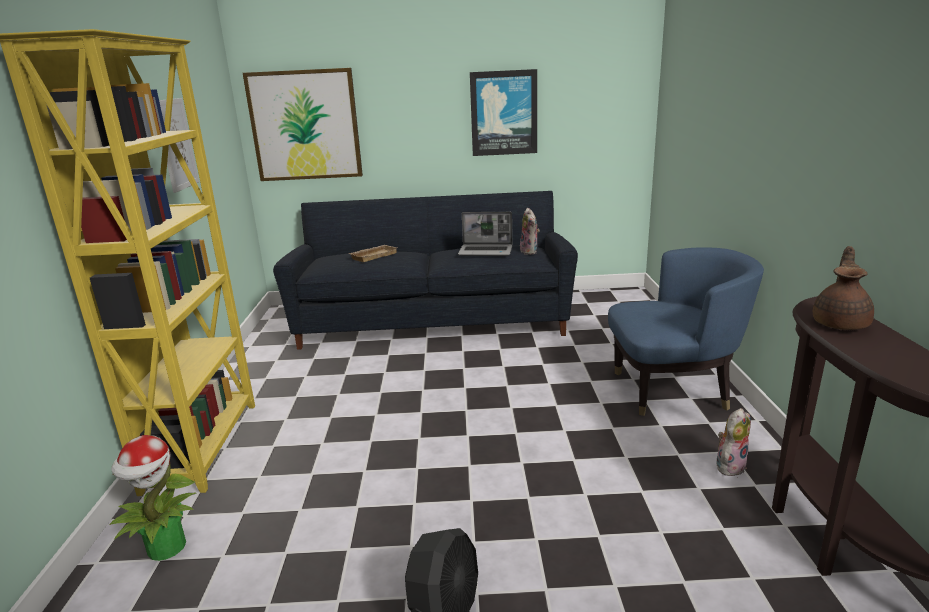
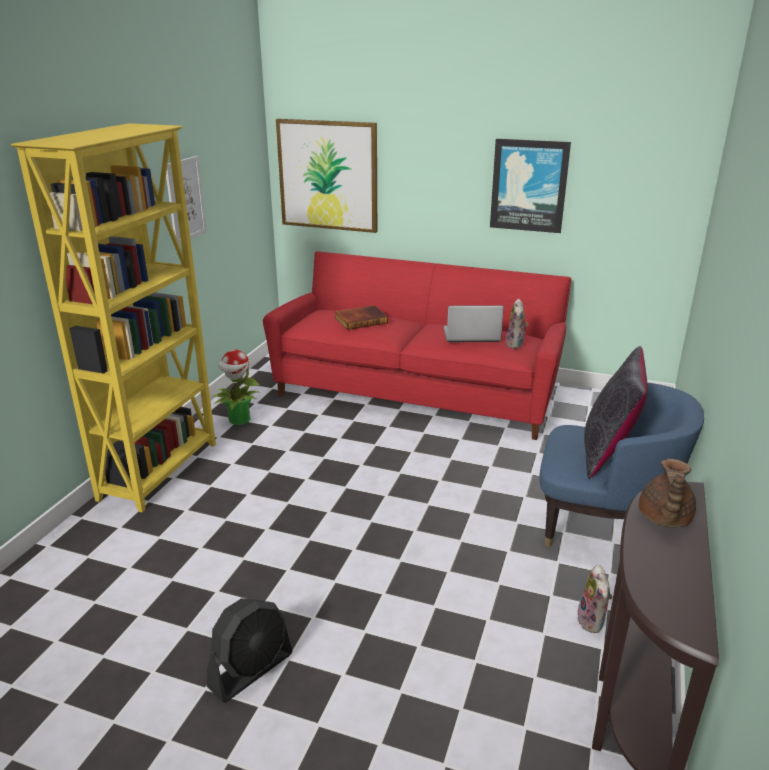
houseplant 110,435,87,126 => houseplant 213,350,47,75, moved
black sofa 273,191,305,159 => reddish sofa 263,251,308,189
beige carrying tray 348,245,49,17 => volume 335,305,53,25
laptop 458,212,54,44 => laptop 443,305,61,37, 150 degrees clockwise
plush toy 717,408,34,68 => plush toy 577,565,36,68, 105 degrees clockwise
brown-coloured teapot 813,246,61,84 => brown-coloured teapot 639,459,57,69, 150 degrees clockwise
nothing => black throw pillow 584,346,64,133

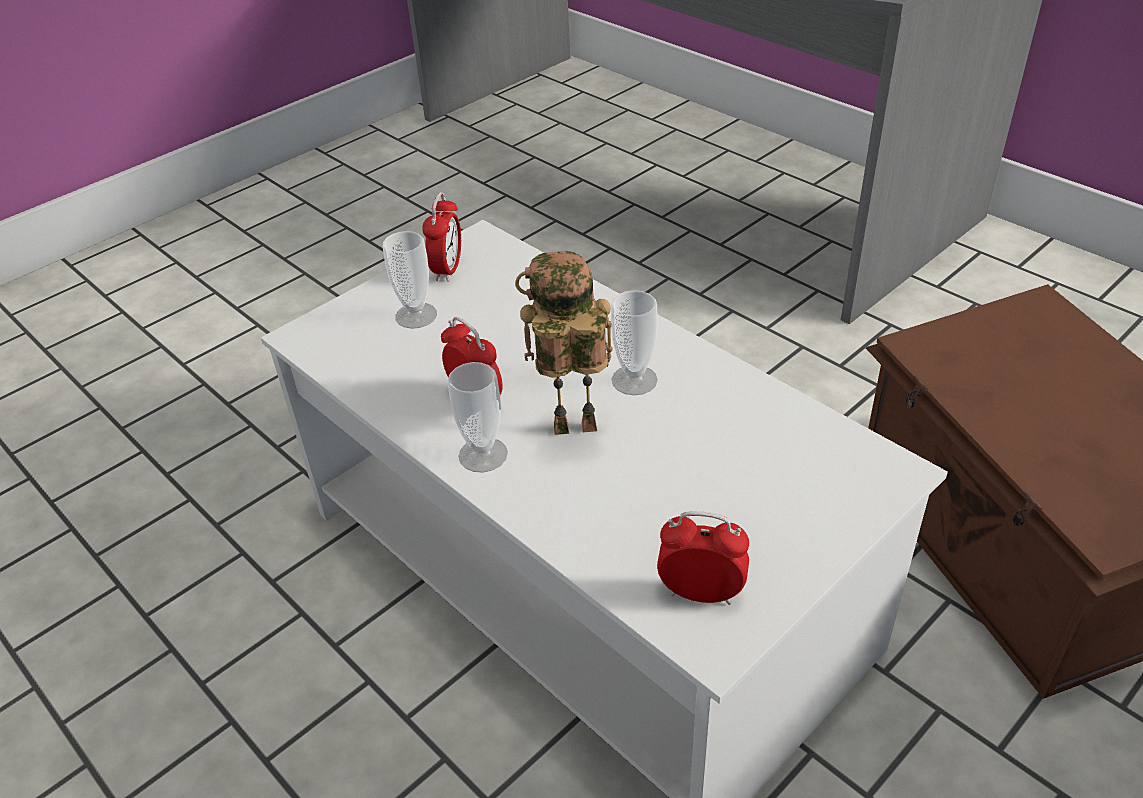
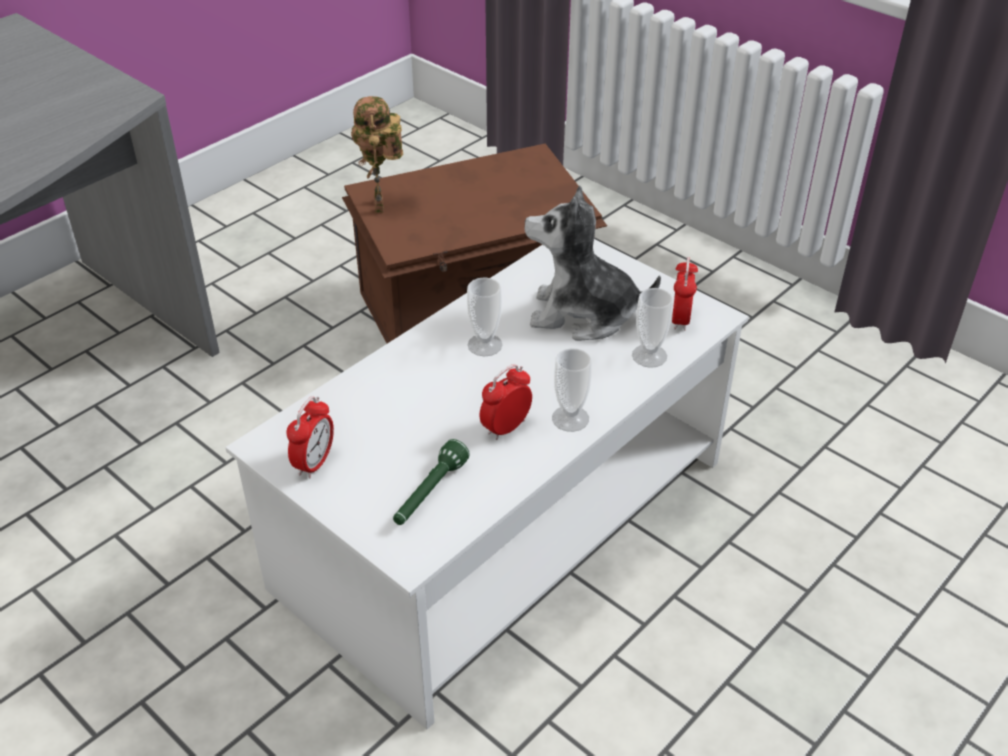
small cup 383,231,54,98 => small cup 632,288,41,80, moved
alarm clock 422,192,39,90 => alarm clock 286,396,48,82, 105 degrees clockwise
model robot 515,251,98,184 => model robot 351,96,52,117, moved
nothing => green-coloured torch 393,439,77,86
nothing => plush toy 524,186,137,155

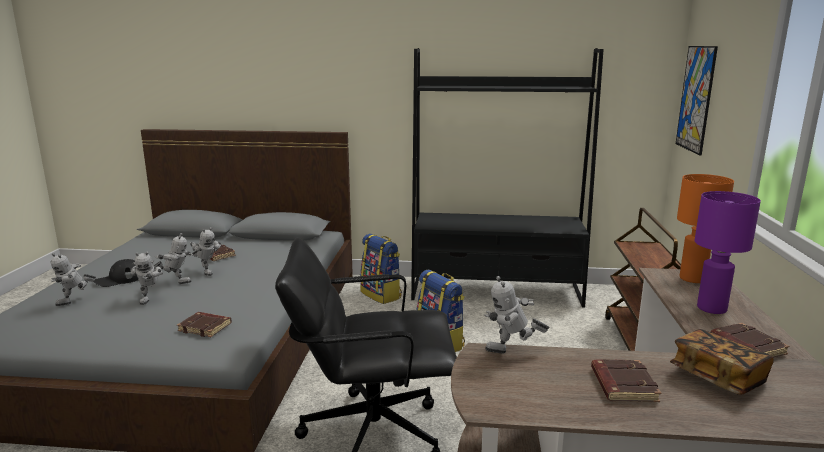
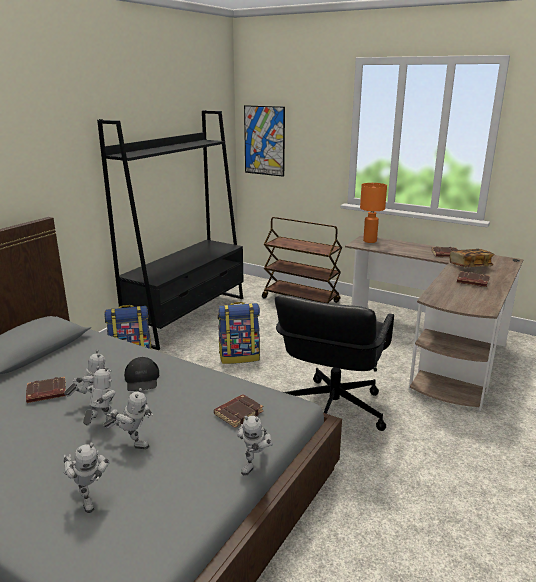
black cap 94,259,44,28 => black cap 124,357,35,34, moved
model robot 484,276,65,78 => model robot 237,416,36,60, moved
purple tabletop lamp 695,191,66,123 => nothing

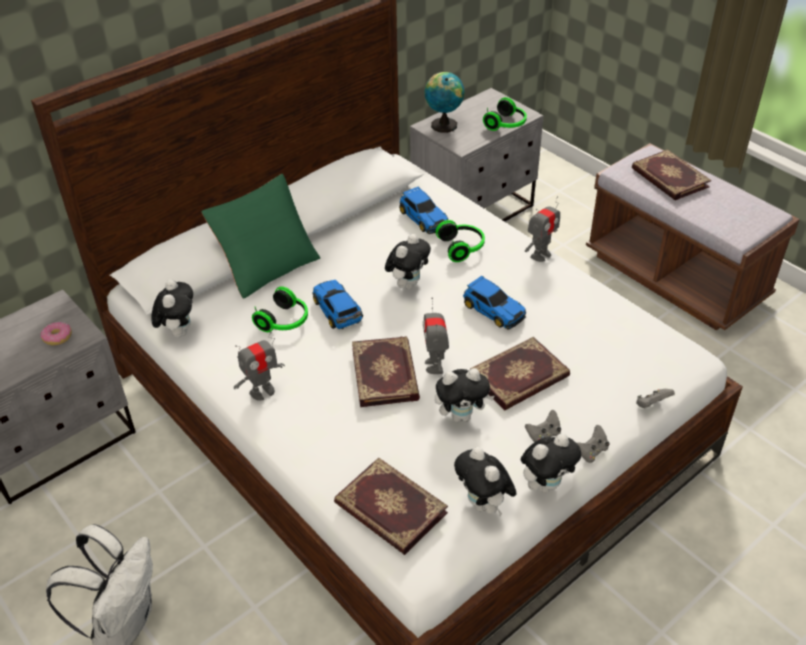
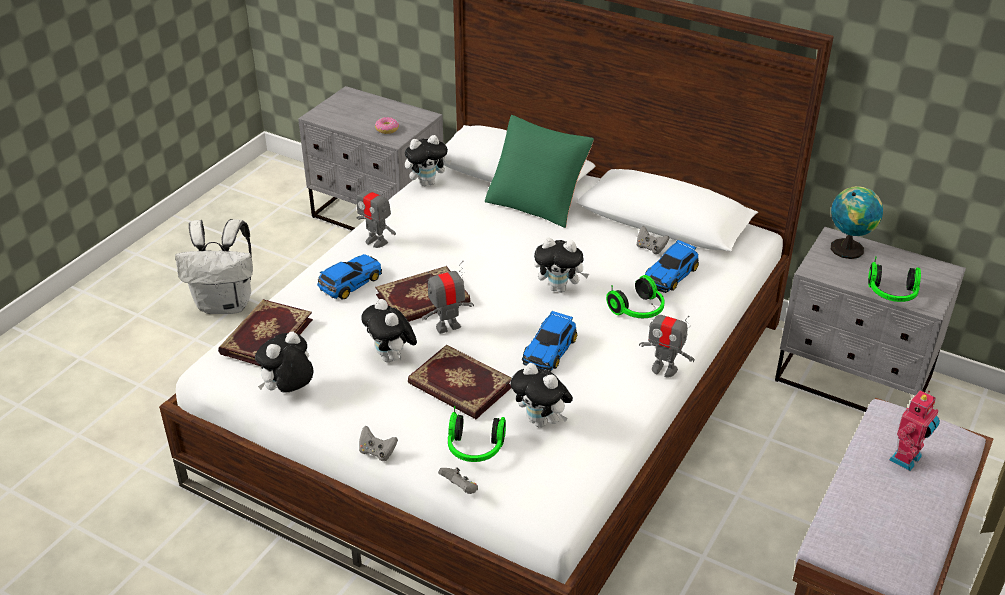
headset 252,286,56,46 => headset 448,406,58,56, moved
model car 312,280,51,49 => model car 317,254,65,45, moved
plush toy 521,433,60,60 => plush toy 510,363,63,65, moved
greyish joypad 525,410,36,33 => greyish joypad 637,226,32,28, moved
volume 632,149,79,51 => model robot 889,390,51,81

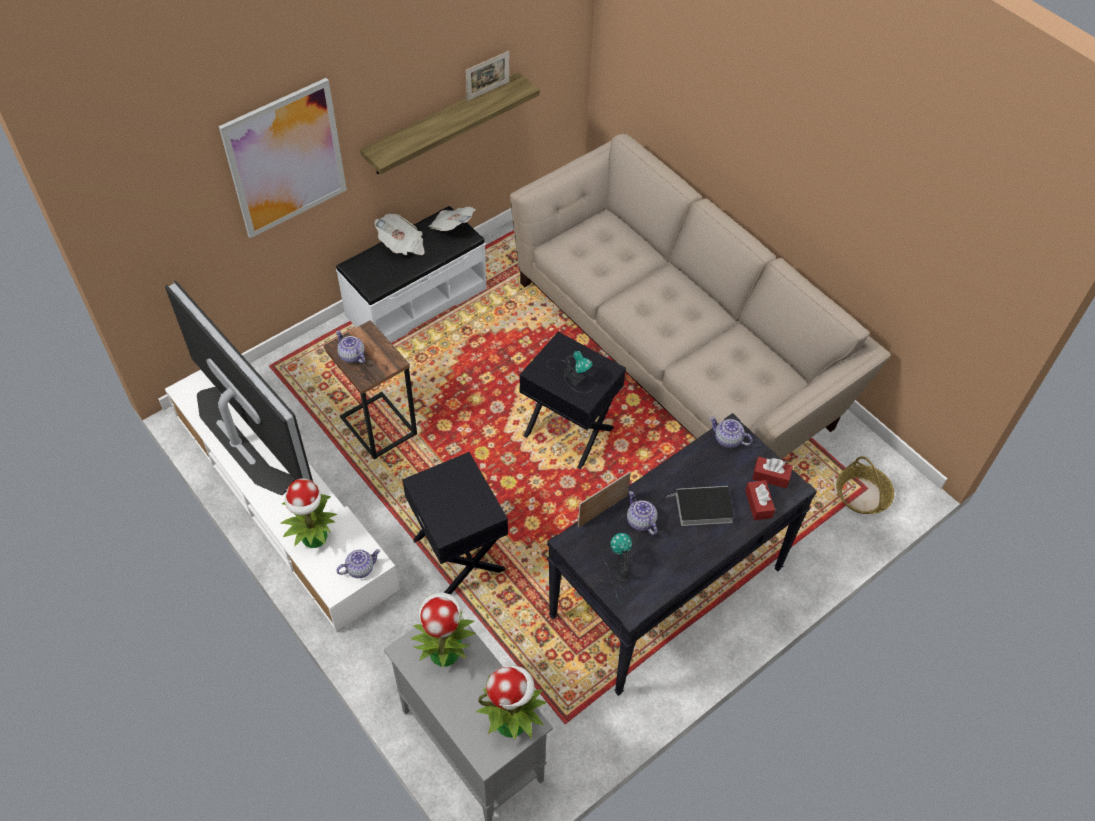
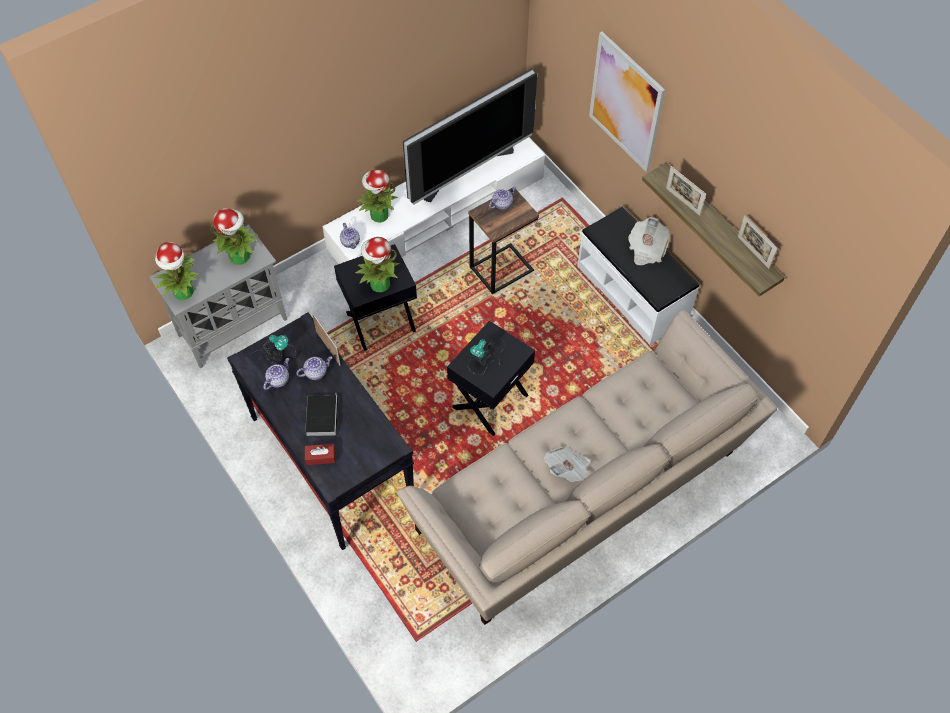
printed paper 428,206,48,25 => printed paper 544,447,47,35, moved
teapot 710,417,43,31 => teapot 264,358,25,32, moved
reddish box of tissues 752,457,41,31 => nothing
household basket 836,456,58,58 => nothing
nothing => houseplant 356,237,44,55
nothing => photo frame 666,166,40,50

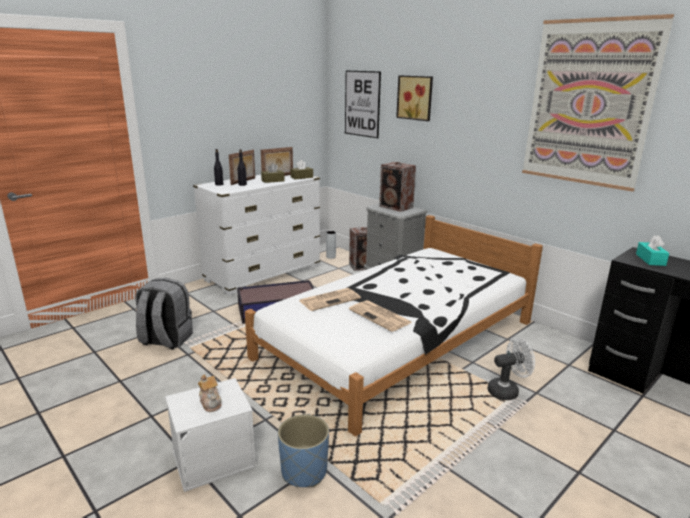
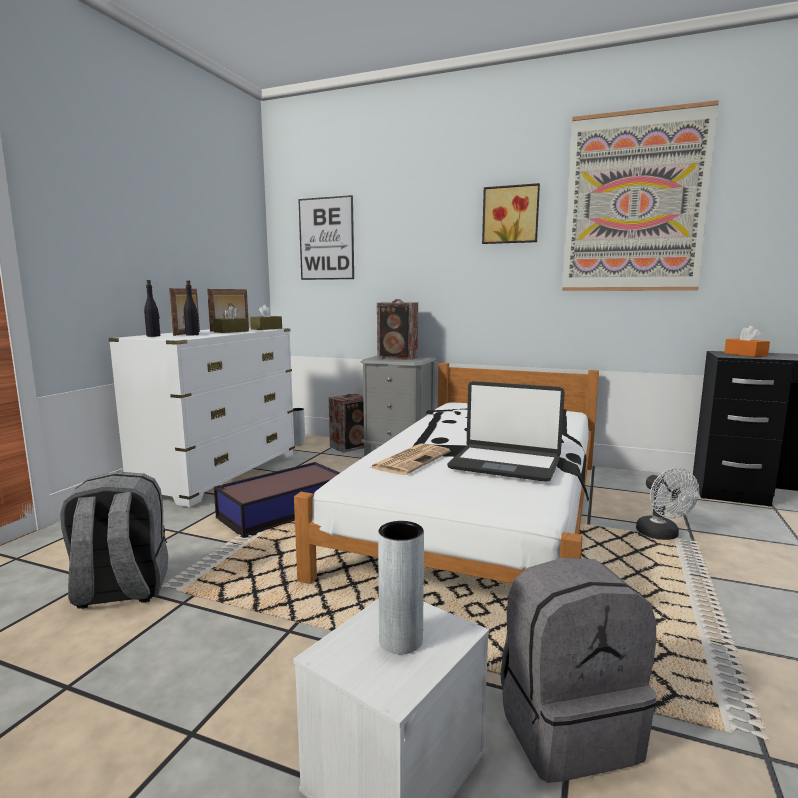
teapot 198,375,24,37 => greyish vase 378,521,46,133
bluish planter 278,414,51,73 => greyish rucksack 500,558,156,225
printed paper 349,300,63,32 => laptop 447,381,118,101
picture 396,75,37,46 => picture 482,183,58,61, moved
white-coloured cooling fan 488,338,47,62 => white-coloured cooling fan 636,468,63,72, 120 degrees clockwise
turquoise box of tissues 636,235,33,31 => orange box of tissues 724,326,46,31

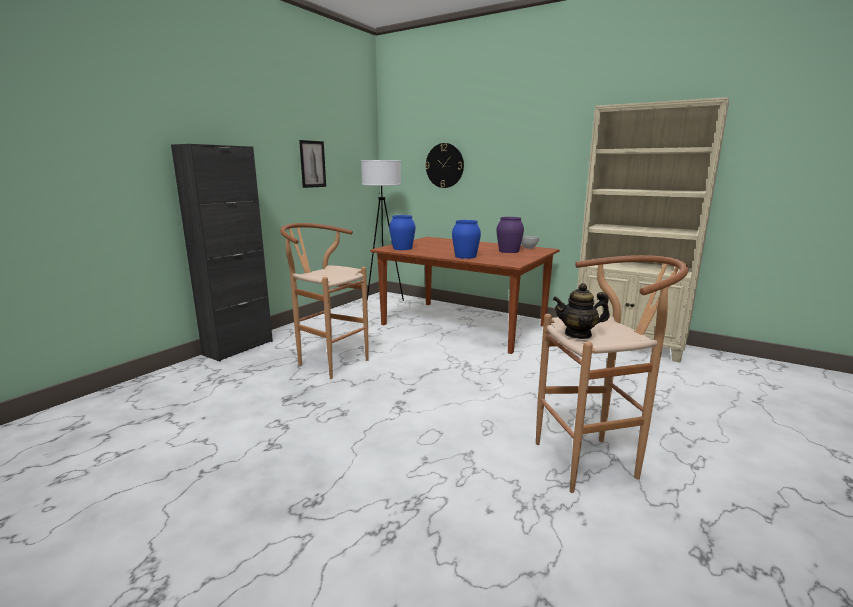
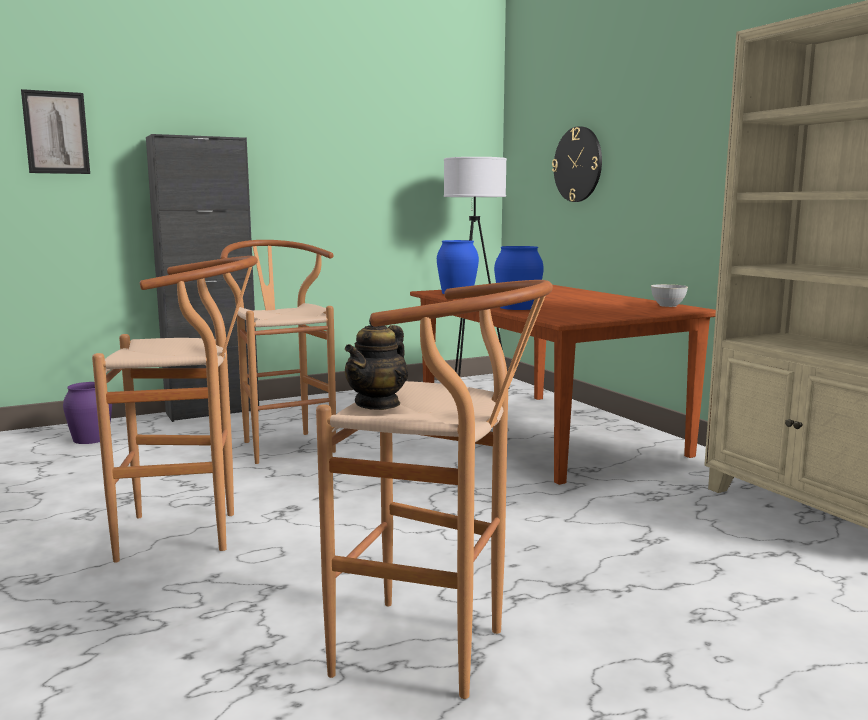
picture 299,140,27,48 => picture 21,89,69,85, moved
purple vase 497,217,27,36 => purple vase 63,382,49,62, moved
teapot 553,283,57,56 => teapot 345,319,63,91, 90 degrees counterclockwise
nothing => brown-coloured sitting stool 92,256,166,307

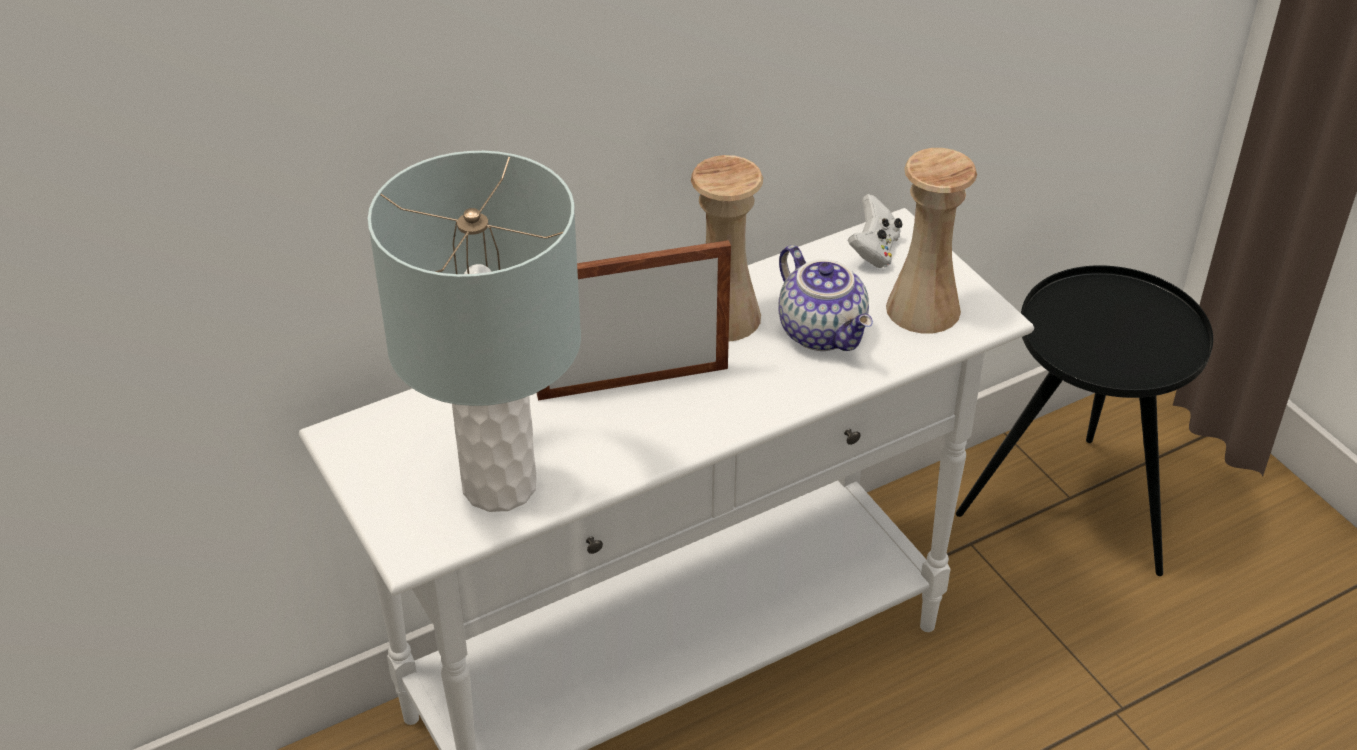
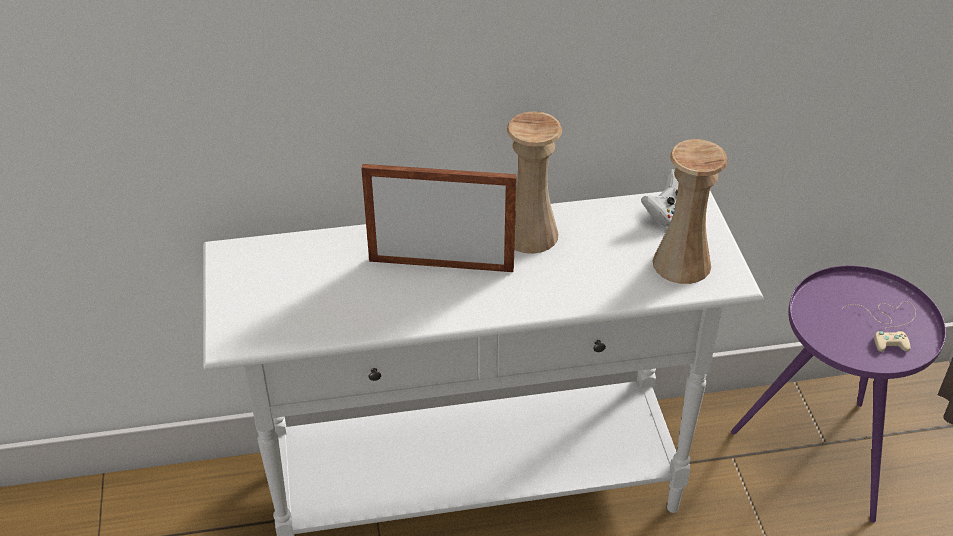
greyish tabletop lamp 368,151,213,361 => nothing
teapot 778,245,95,106 => nothing
black accent table 956,265,257,311 => purple accent table 731,266,215,257
nothing => beige joypad 842,301,74,51

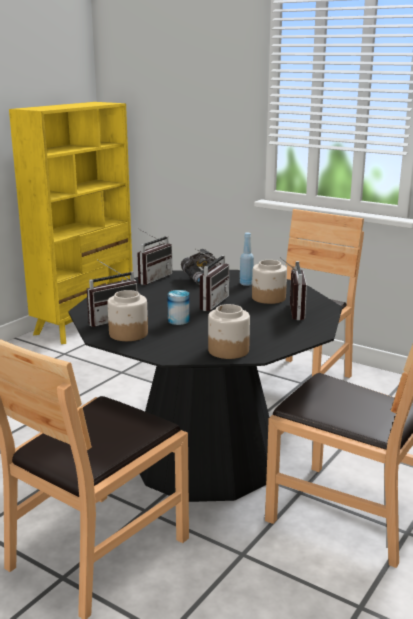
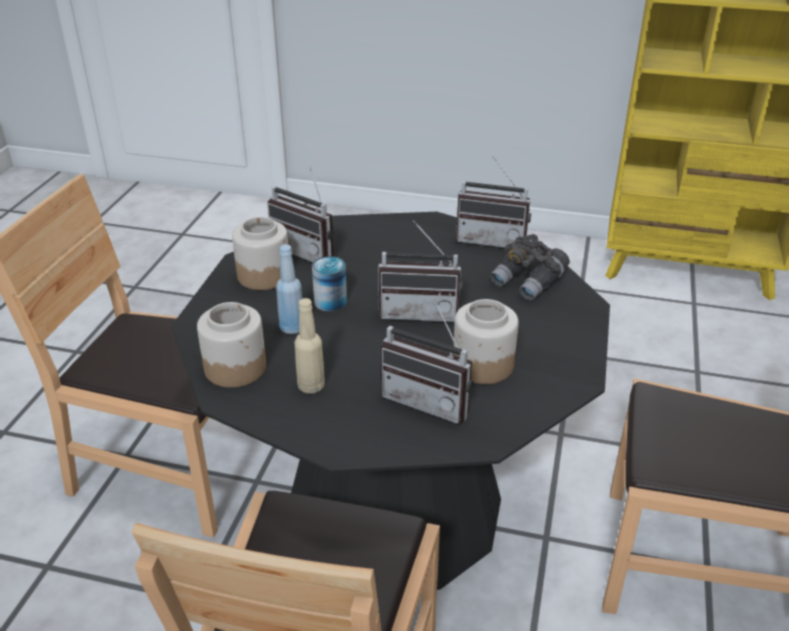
bluish drink bottle 240,233,14,53 => bluish drink bottle 276,244,26,90, moved
radio set 279,257,28,63 => radio set 381,299,92,125, 45 degrees clockwise
nothing => beige drink bottle 294,298,31,96

